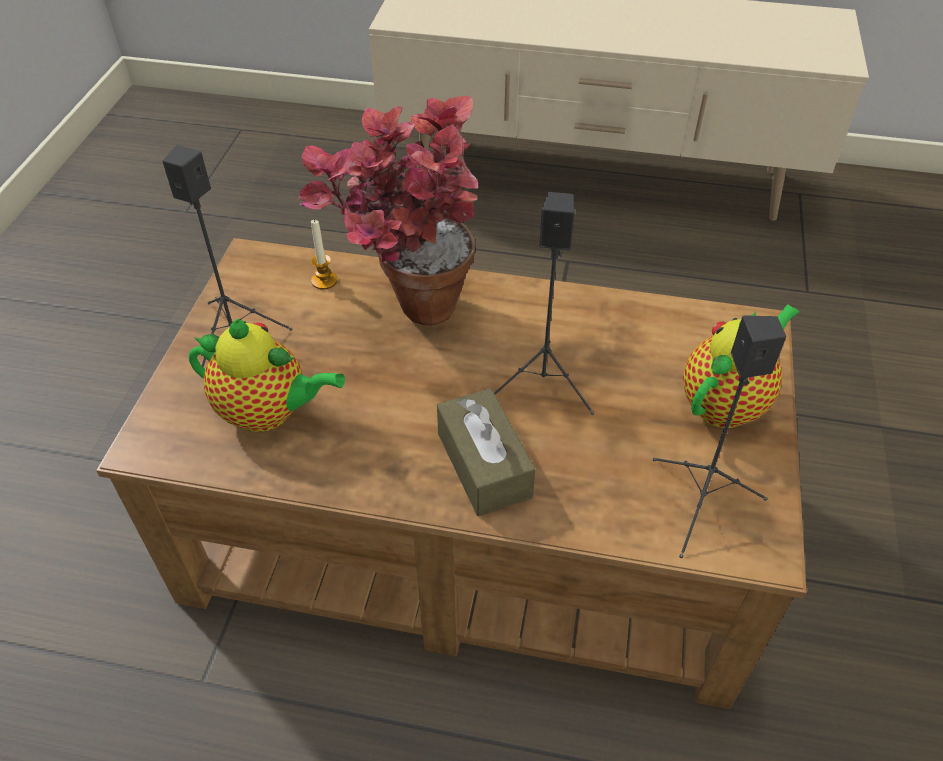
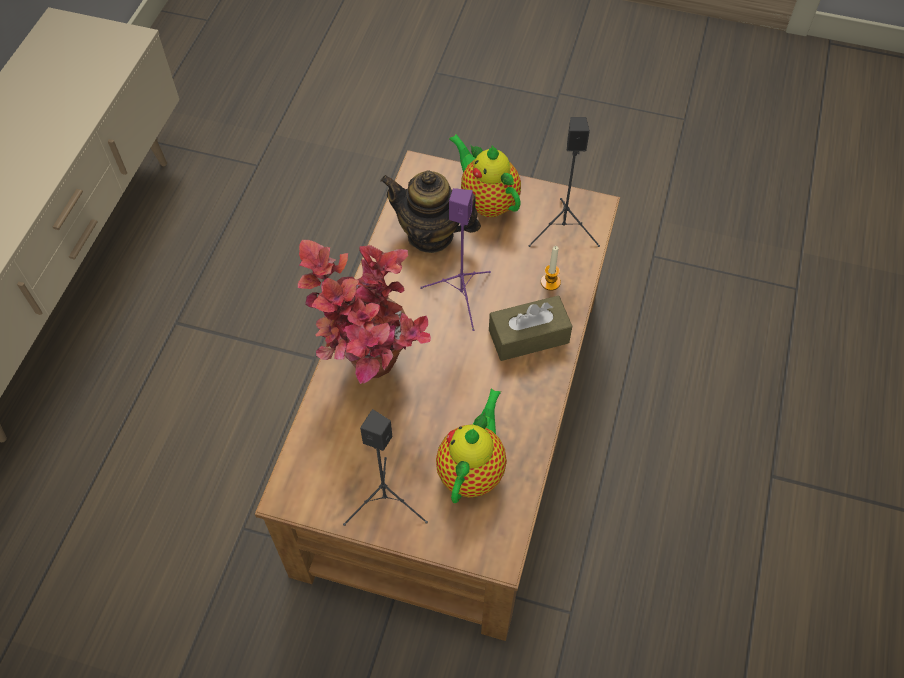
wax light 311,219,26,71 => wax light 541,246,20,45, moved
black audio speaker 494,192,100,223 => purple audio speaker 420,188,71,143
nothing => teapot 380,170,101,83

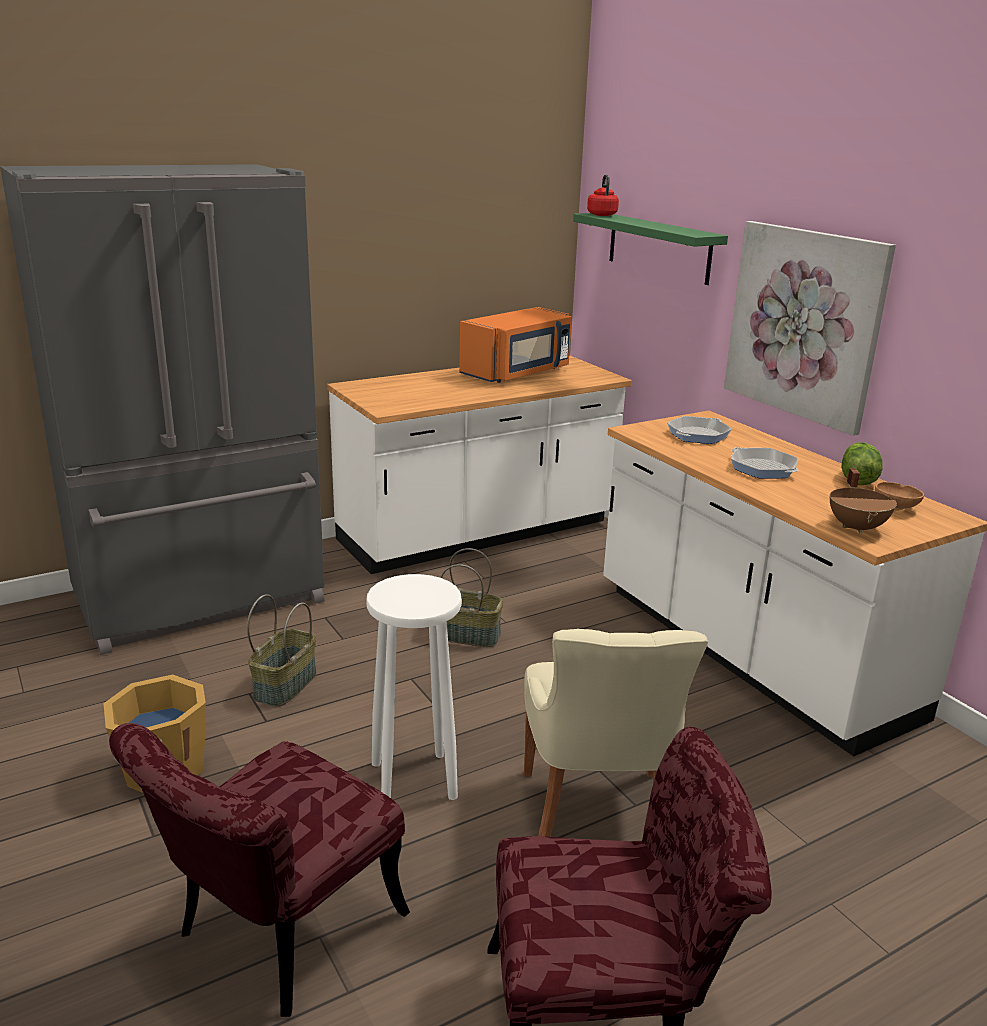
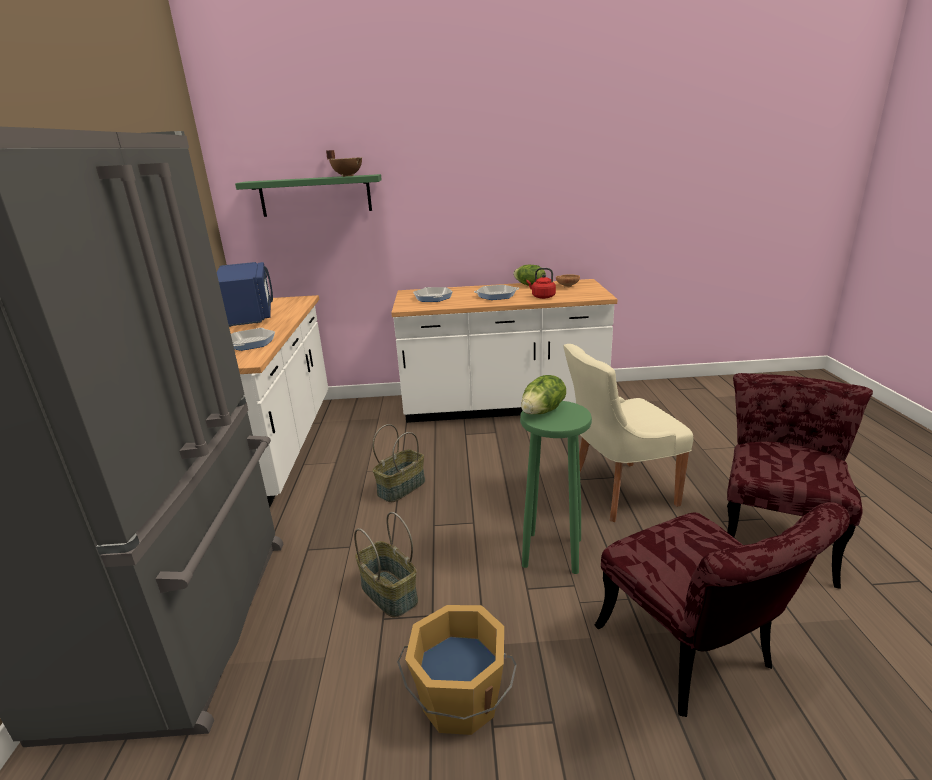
white-coloured sitting stool 367,574,95,226 => green-coloured sitting stool 520,401,72,173
orange microwave 459,307,113,76 => bluish microwave 217,262,56,65
beige upright chair 524,629,184,208 => beige upright chair 563,344,131,178, 135 degrees clockwise
reddish kettle 587,175,32,41 => reddish kettle 526,268,30,31, moved
picture 724,221,172,215 => nothing
brown-coloured cooking pot 830,468,67,66 => brown-coloured cooking pot 326,150,36,27, moved
nothing => skillet 231,328,44,23
nothing => lettuce 521,375,45,39

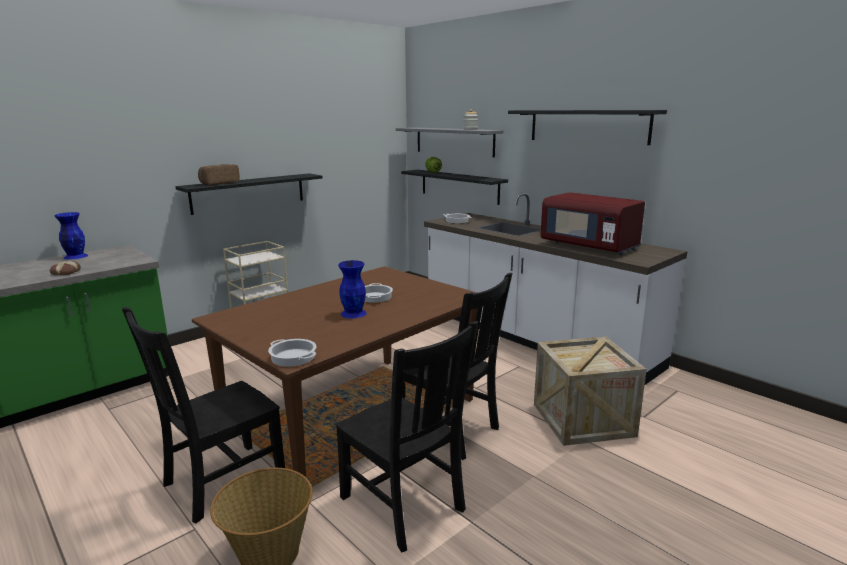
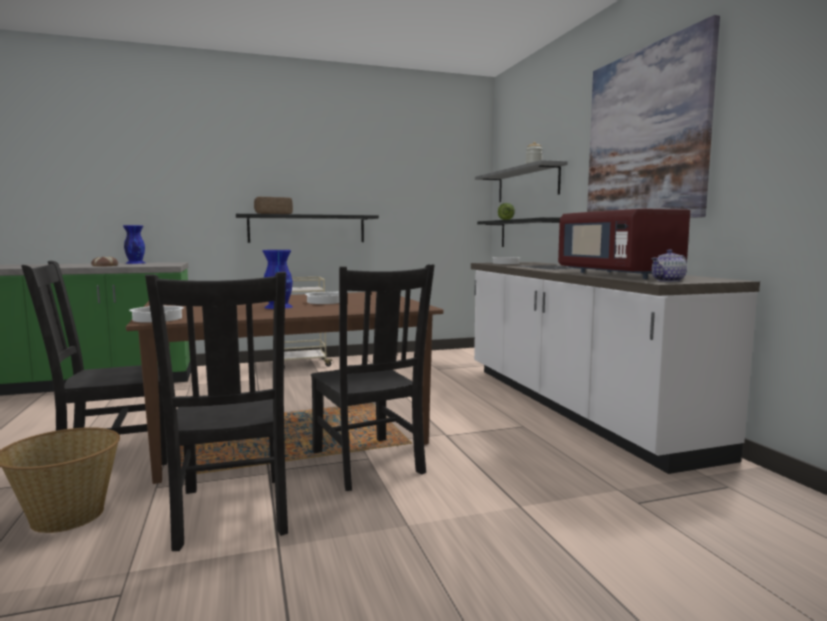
black wall shelf 508,110,159,35 => picture 587,15,133,203
packing crate 534,337,113,109 => nothing
nothing => teapot 651,249,36,33

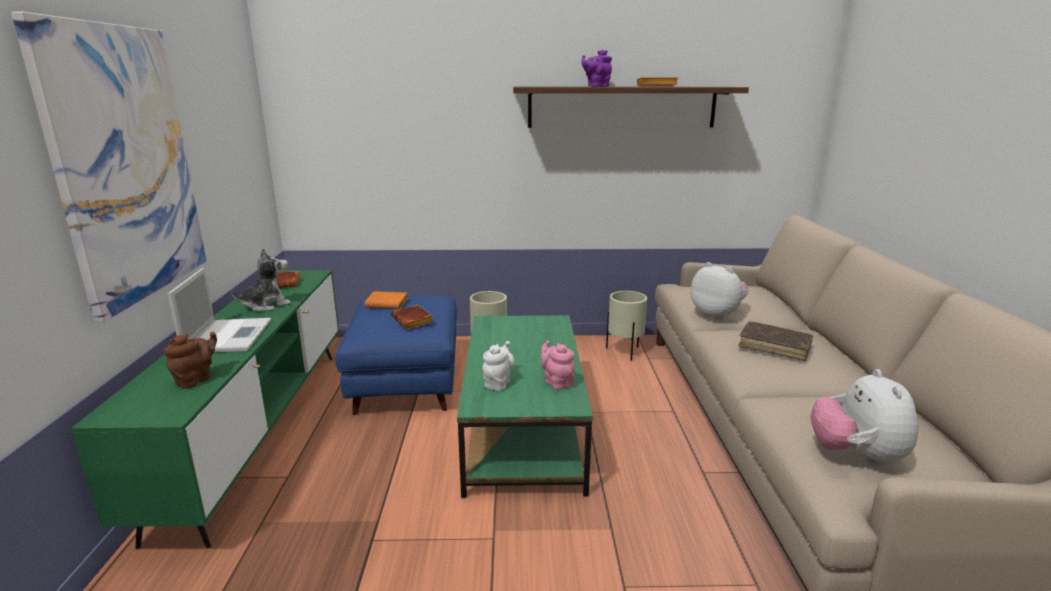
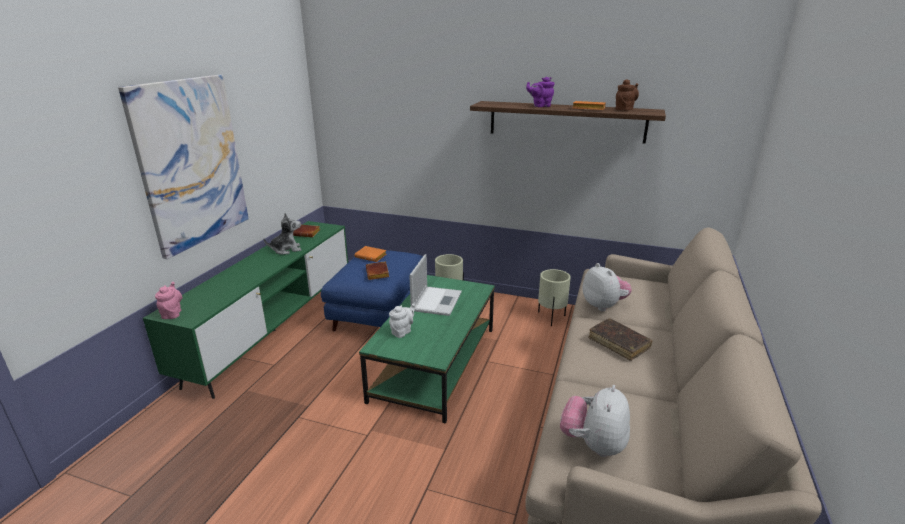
brown-coloured teapot 163,332,54,57 => brown-coloured teapot 615,79,24,32, moved
laptop 168,268,103,84 => laptop 409,254,53,62, moved
pinkish teapot 541,340,34,50 => pinkish teapot 155,282,28,37, moved

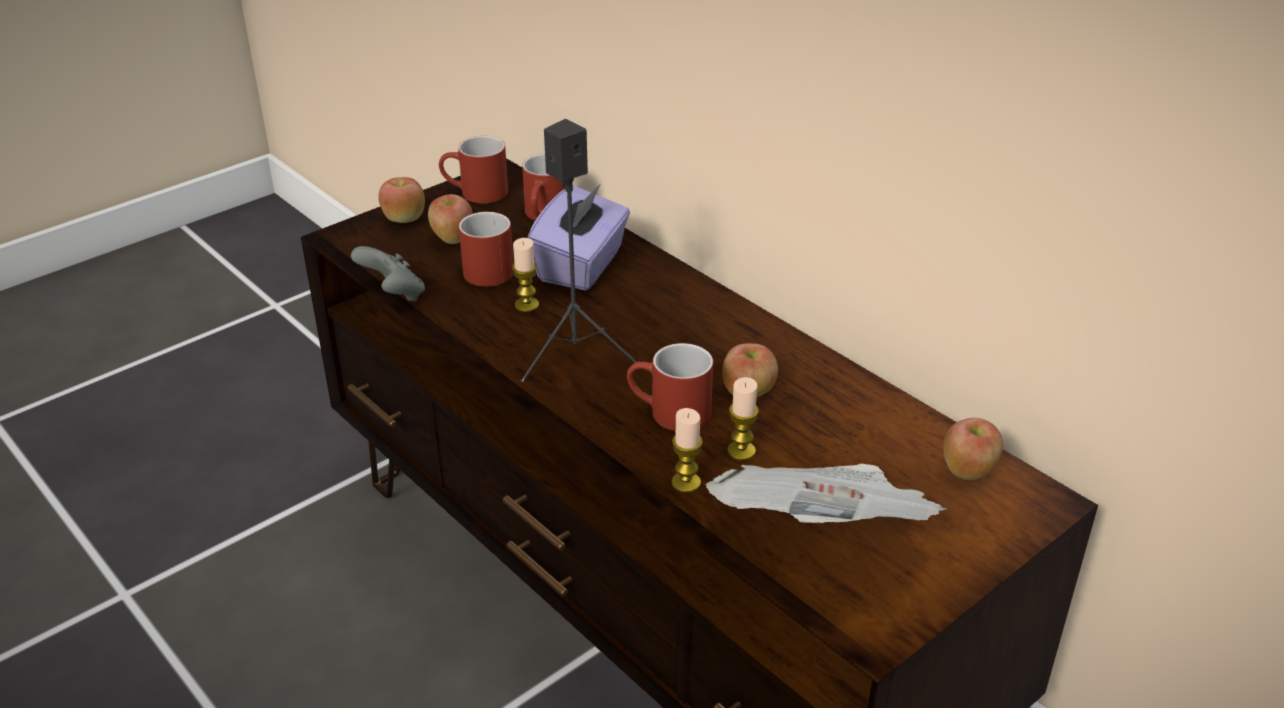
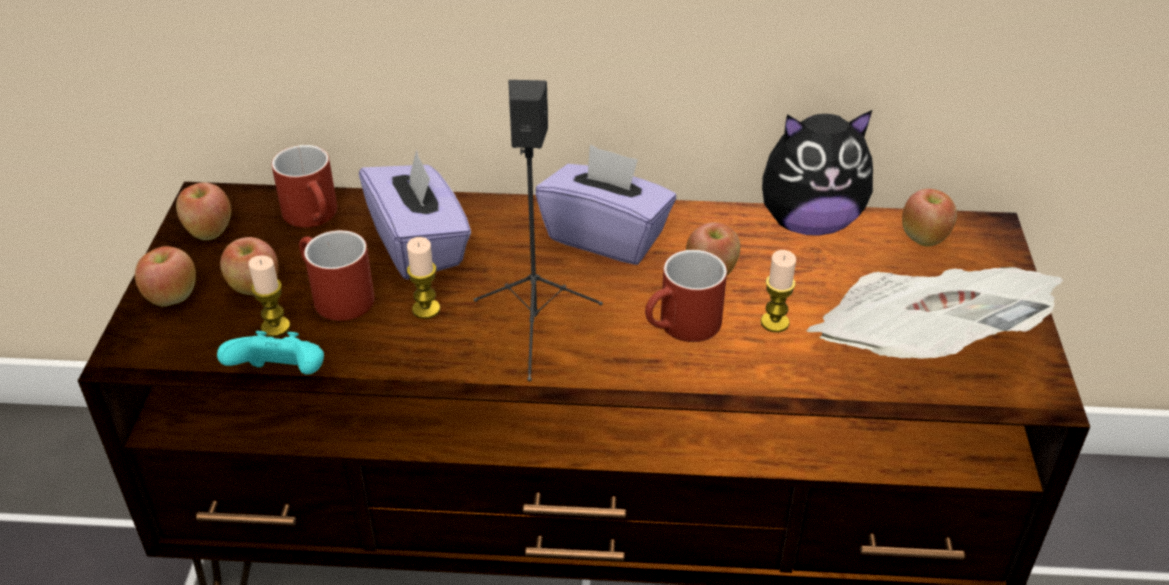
greyish joypad 351,246,74,56 => turquoise joypad 217,331,107,44
reddish coffee mug 439,136,69,67 => apple 176,183,55,57
wax light 672,408,31,85 => wax light 248,255,42,82, moved
nothing => purple box of tissues 535,144,141,121
nothing => plush toy 762,110,111,125

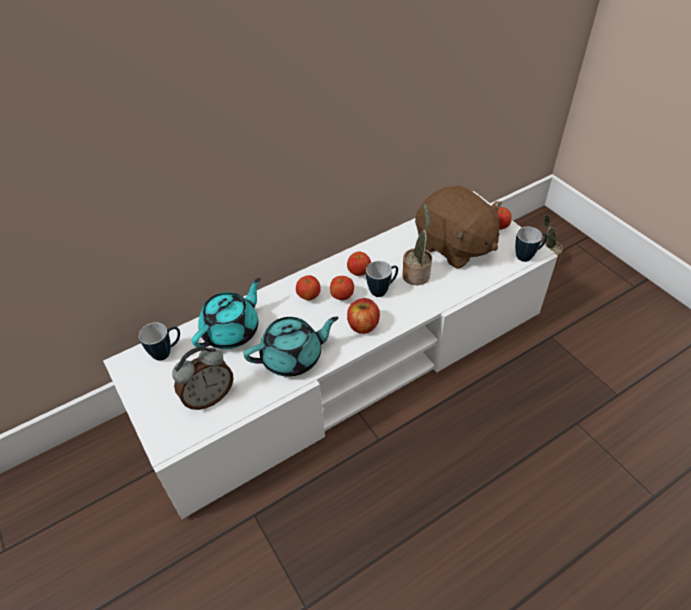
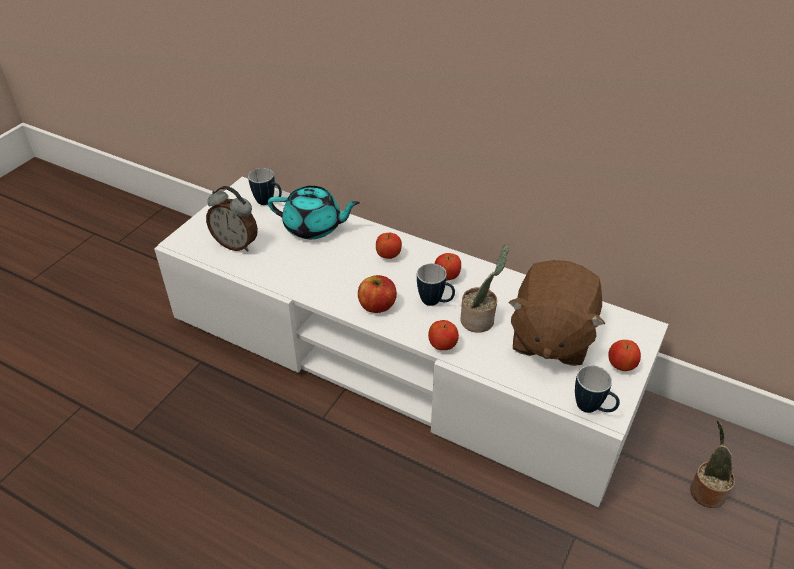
turquoise teapot 243,317,96,60 => nothing
apple 330,276,24,24 => apple 428,320,31,30, moved

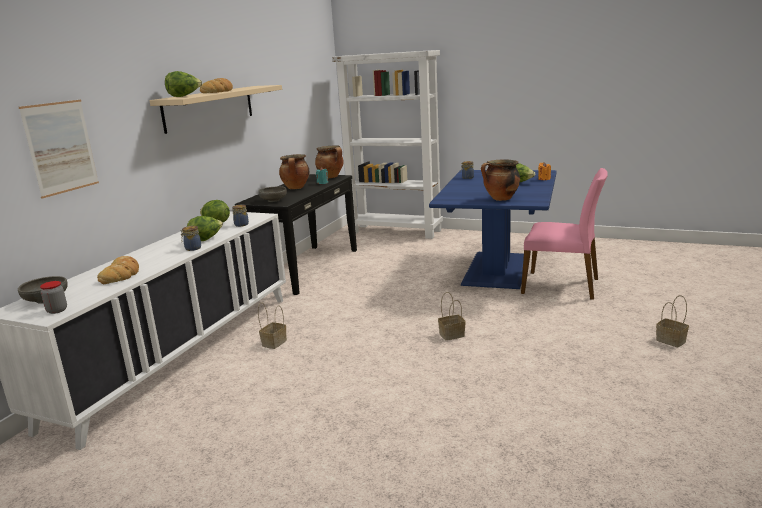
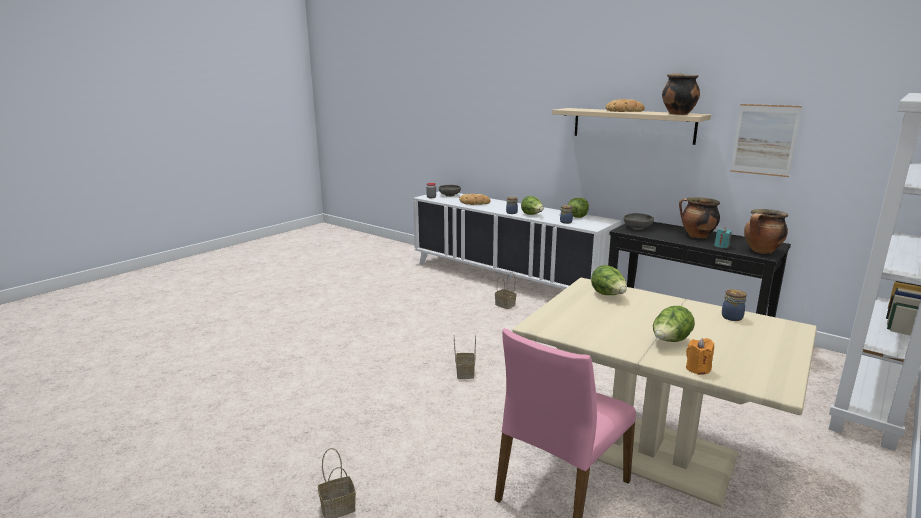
picture 19,100,80,99 => picture 730,104,72,73, moved
lettuce 165,71,37,26 => lettuce 591,265,36,30, moved
bluish dinner table 429,170,128,119 => beige dinner table 513,278,304,229
cooking pot 481,159,39,42 => cooking pot 662,73,38,42, moved

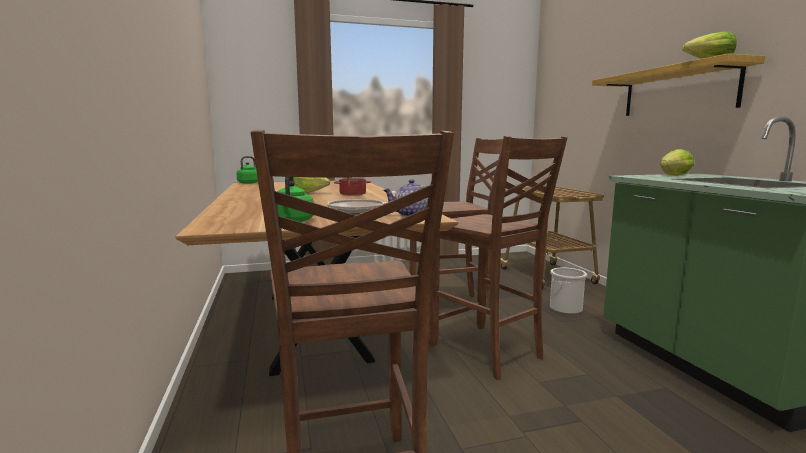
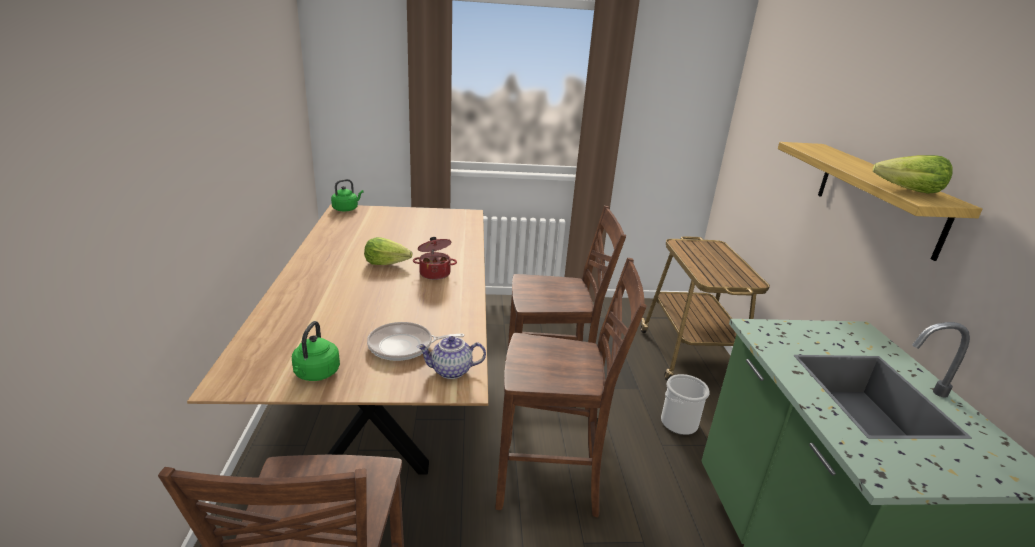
brown-coloured upright chair 429,136,138,244 => brown-coloured upright chair 496,258,151,259, 60 degrees counterclockwise
lettuce 661,149,33,27 => nothing

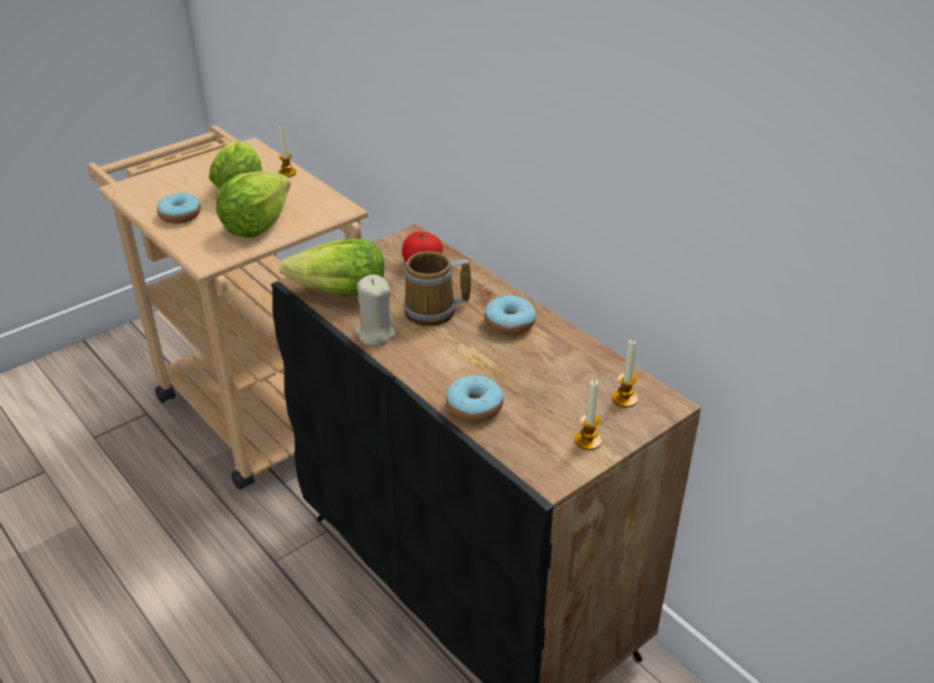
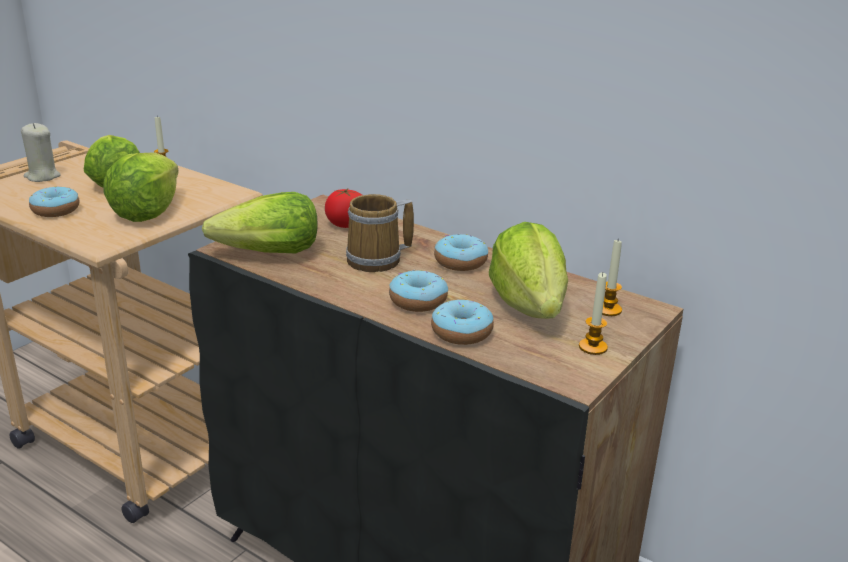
beige wax light 354,275,43,71 => beige wax light 21,123,40,59, moved
nothing => ring doughnut 389,269,59,43
nothing => lettuce 489,222,79,97

